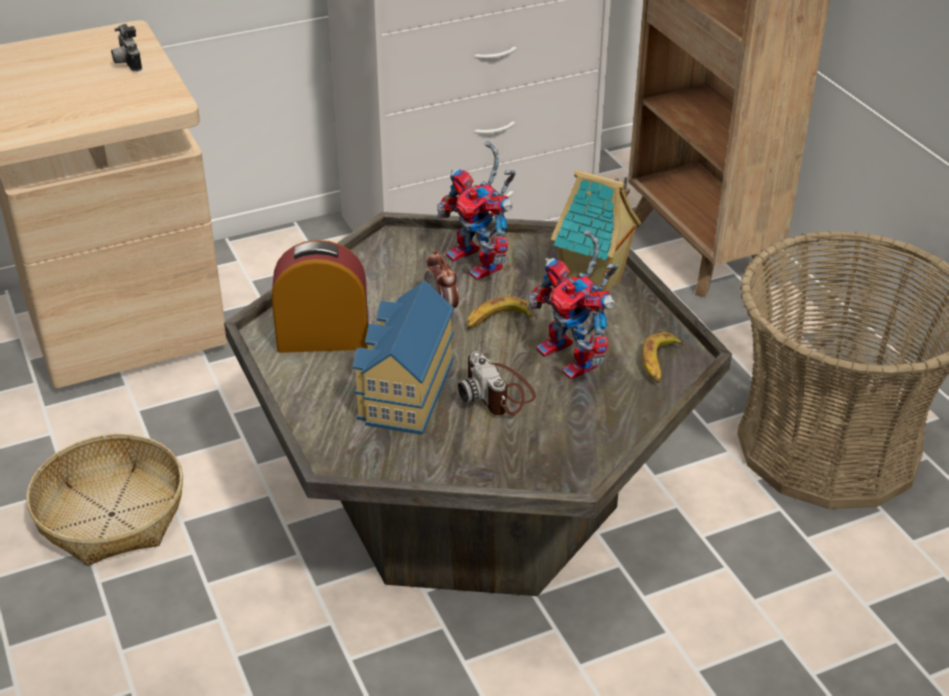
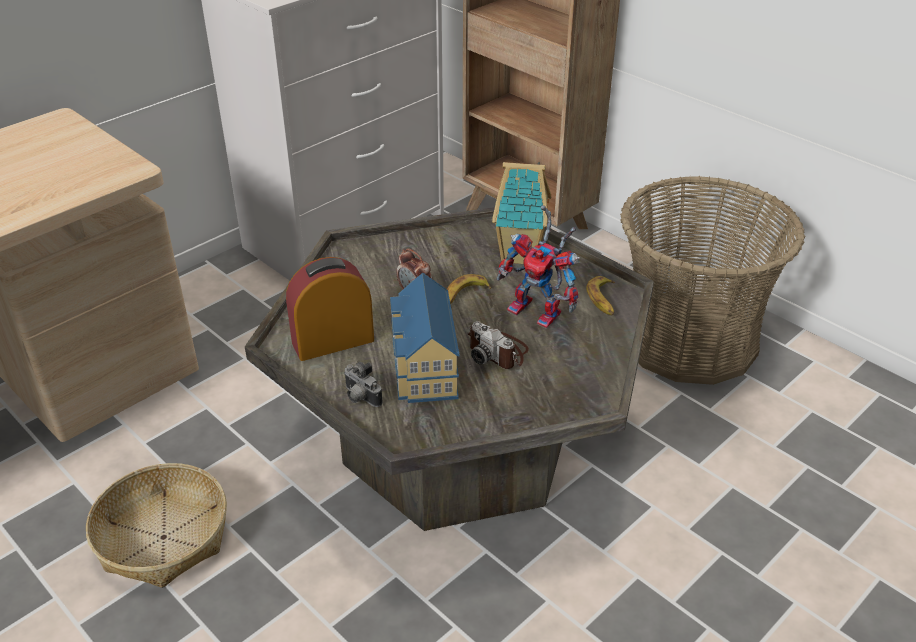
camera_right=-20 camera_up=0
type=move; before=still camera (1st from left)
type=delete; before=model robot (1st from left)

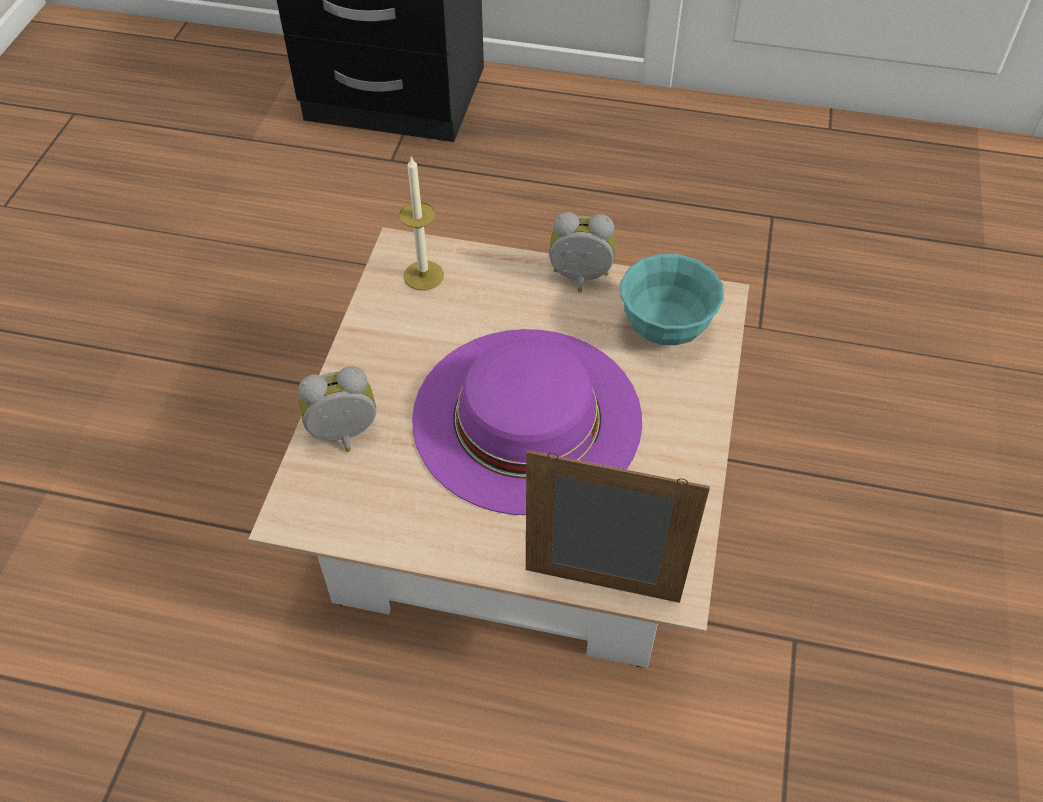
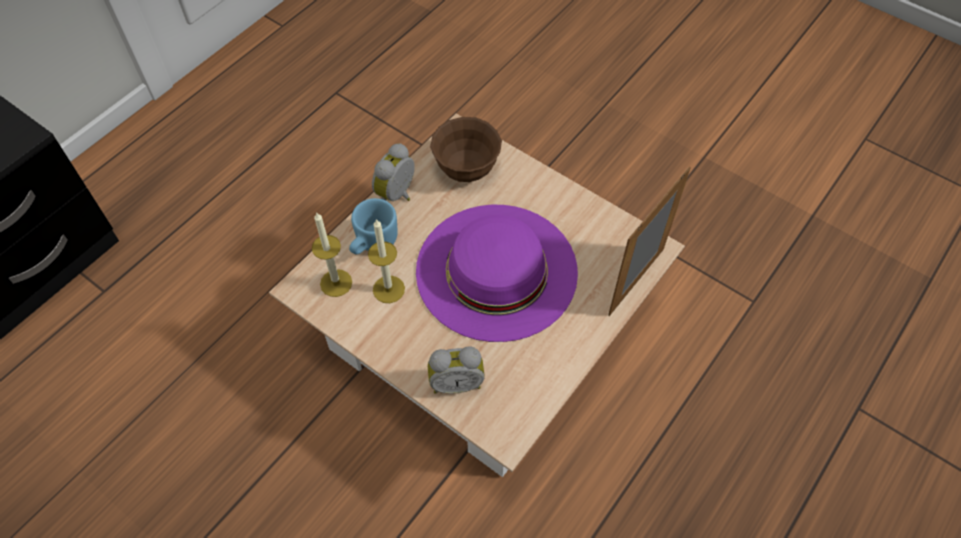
camera_right=-65 camera_up=5
type=rotate; before=alarm clock (1st from left in the first image); turn=-105
type=recolor; before=deep dish in turquoise-coloured; after=deep dish in brown-coloured
type=insert; after=mug in bluish
type=insert; after=wax light (2nd from left)

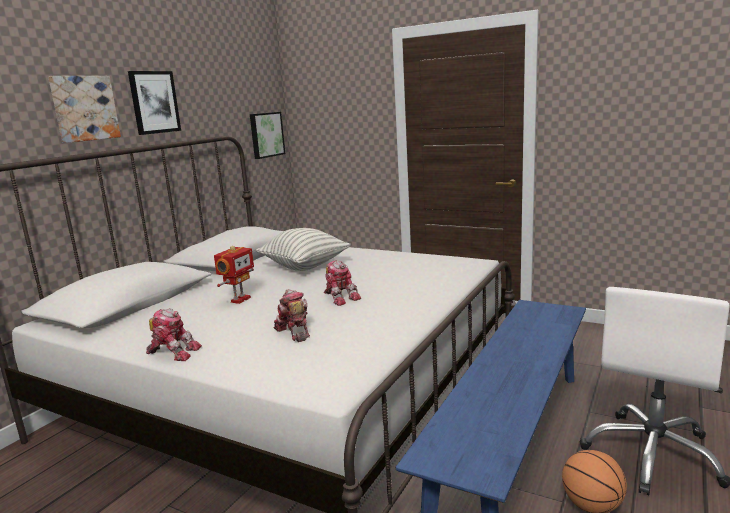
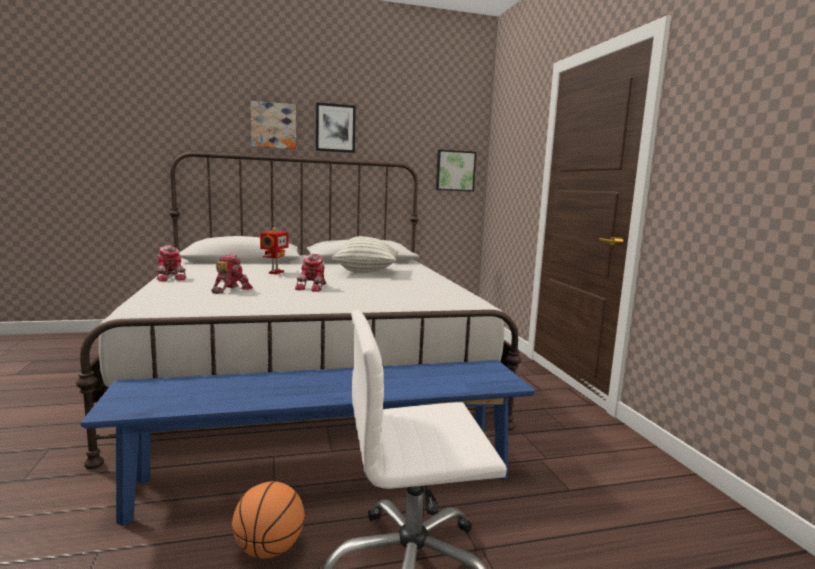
camera_right=45 camera_up=-5
type=rotate; before=model robot (2nd from left in the first image); turn=-60

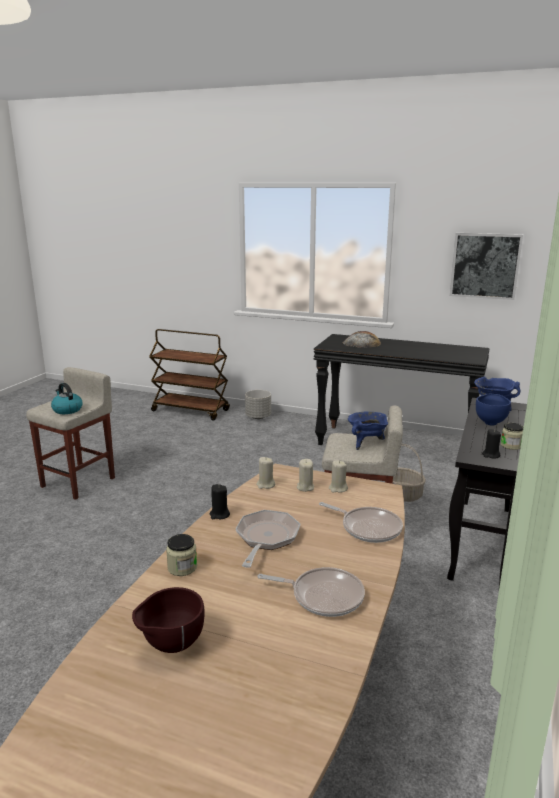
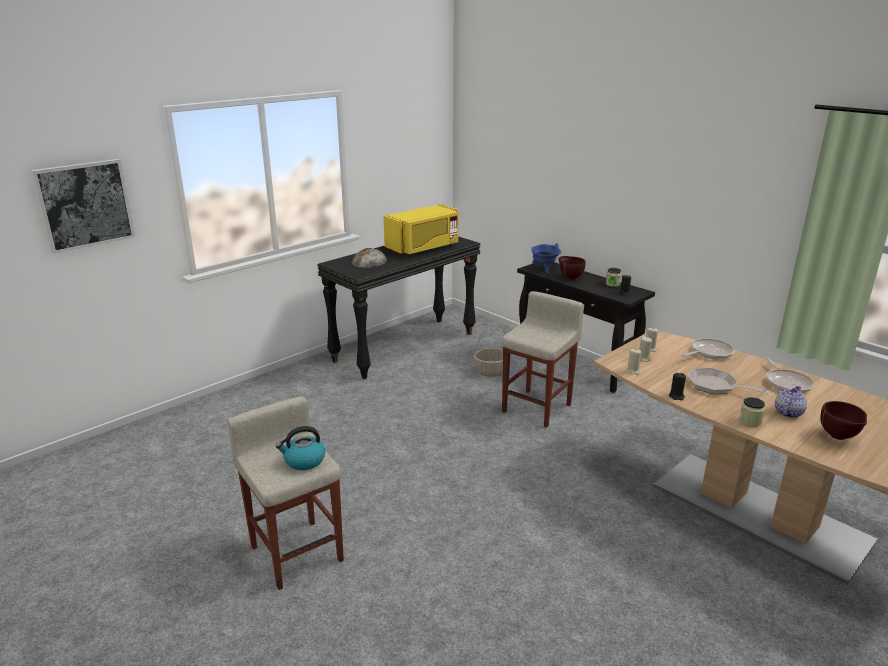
camera_right=-65 camera_up=5
type=delete; before=wheeled cart in brown-coloured
type=delete; before=planter in greyish
type=rotate; before=frying pan (2nd from left in the first image); turn=135
type=delete; before=stockpot in bluish (1st from left)
type=move; before=picture
type=recolor; before=deep dish in bluish; after=deep dish in brown-coloured (1st from left)
type=insert; after=kitchen microwave in yellowish
type=insert; after=pot for tea

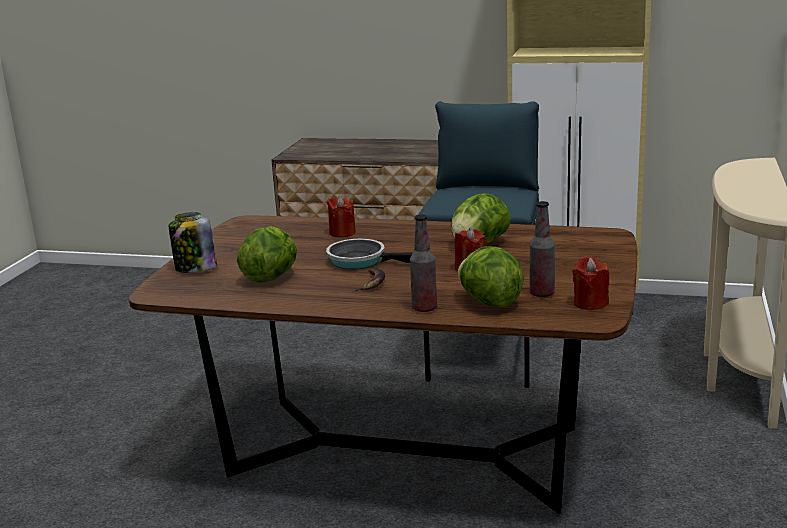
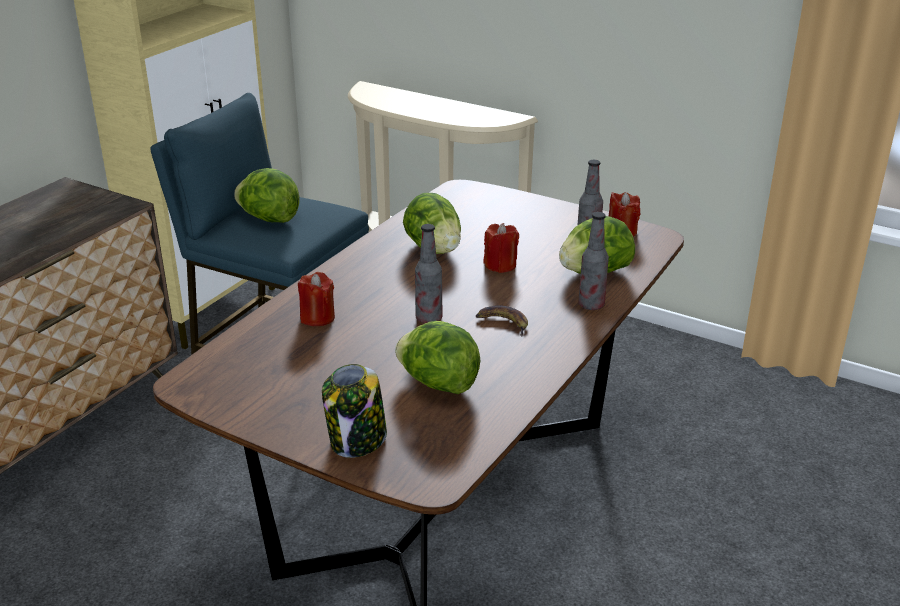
camera_right=-75 camera_up=10
type=replace; before=frying pan; after=drink bottle (1st from left)
type=insert; after=head of lettuce (1st from left)

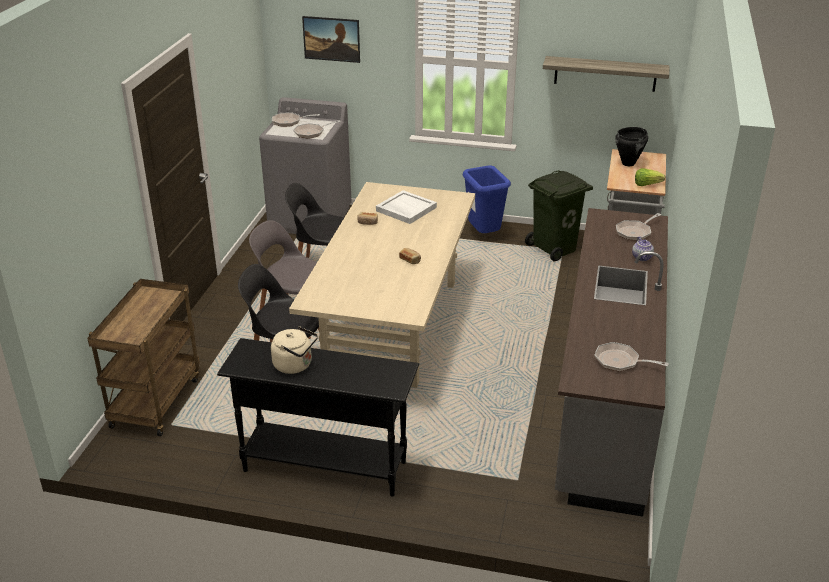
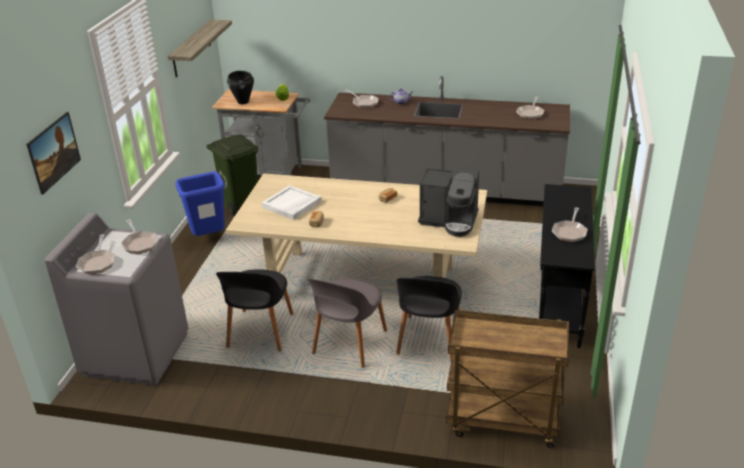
camera_right=-90 camera_up=0
type=replace; before=kettle in beige-coloured; after=frying pan (5th from left)
type=insert; after=coffee maker

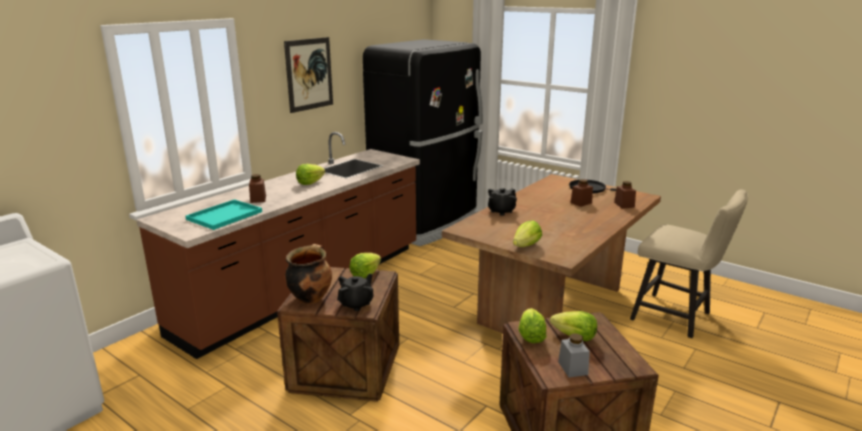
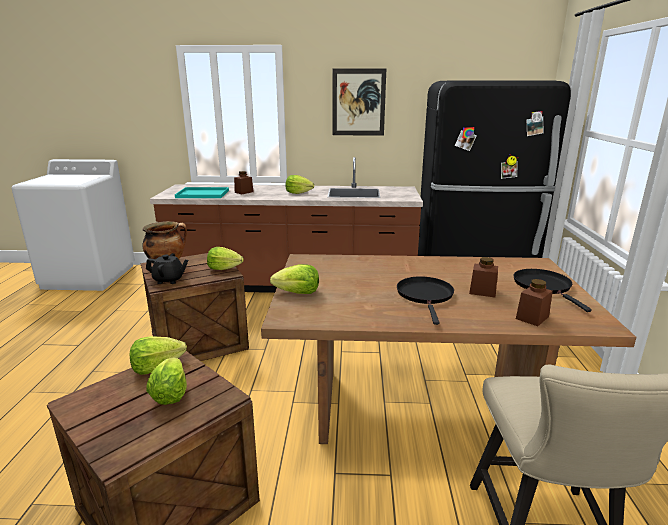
camera_right=55 camera_up=0
type=delete; before=pot for tea in blackish (2nd from left)
type=delete; before=storage jar in greyish
type=insert; after=frying pan in blackish (1st from left)

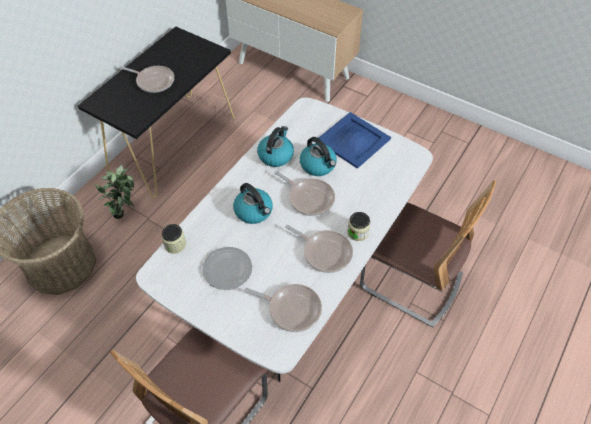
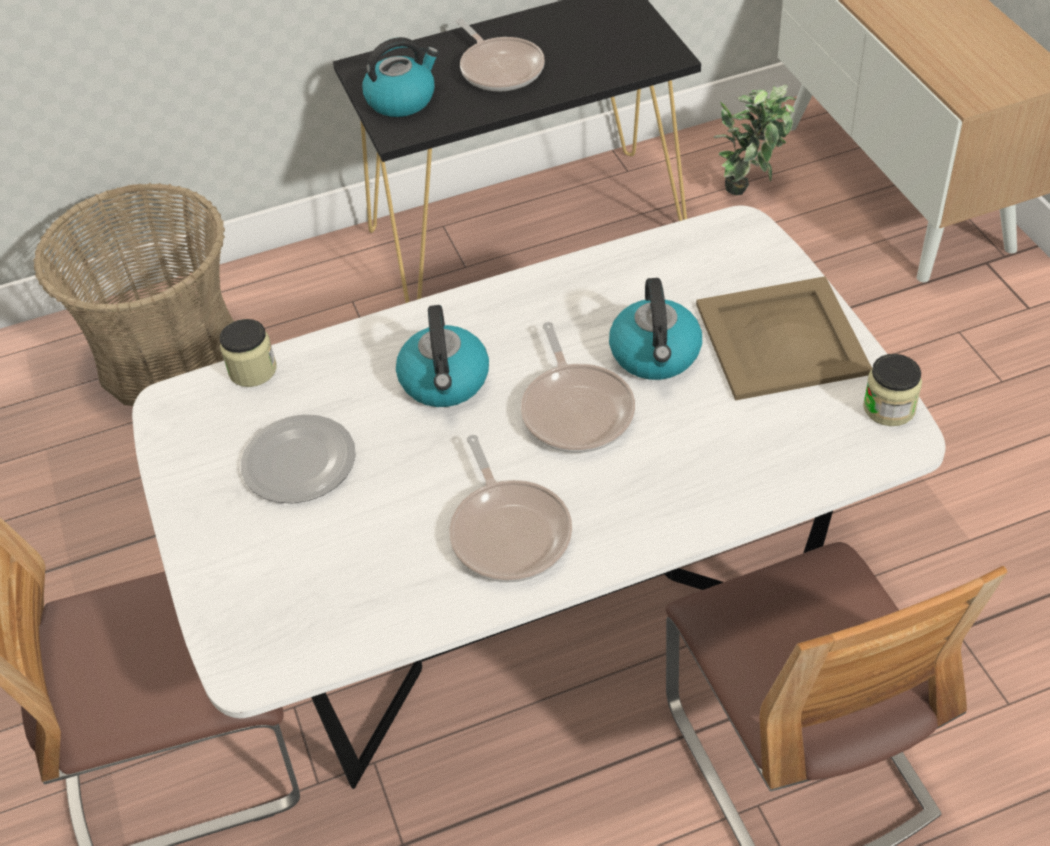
camera_right=40 camera_up=-5
type=move; before=plant in a pot
type=delete; before=frying pan (2nd from left)
type=move; before=kettle (2nd from left in the first image); after=kettle (1st from left)
type=recolor; before=serving tray in bluish; after=serving tray in beige-coloured
type=move; before=storage jar (2nd from left)

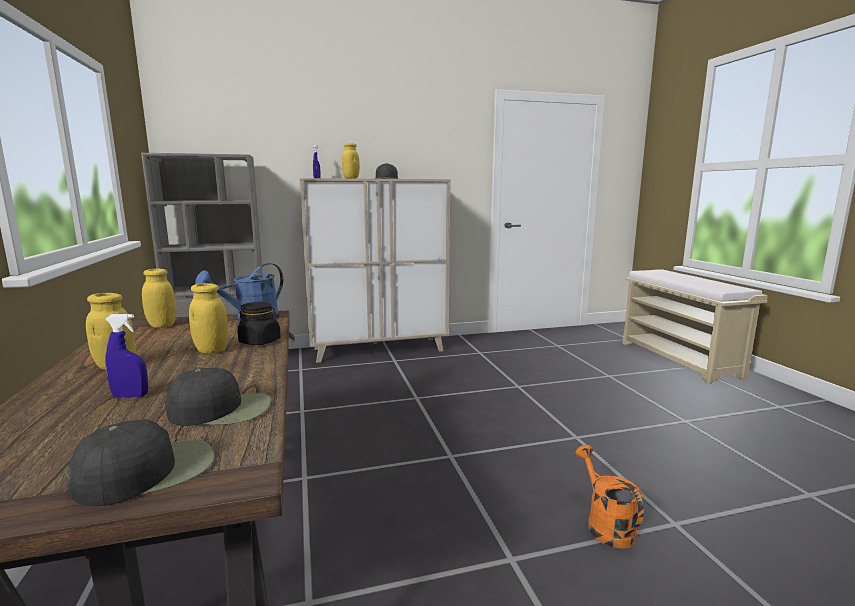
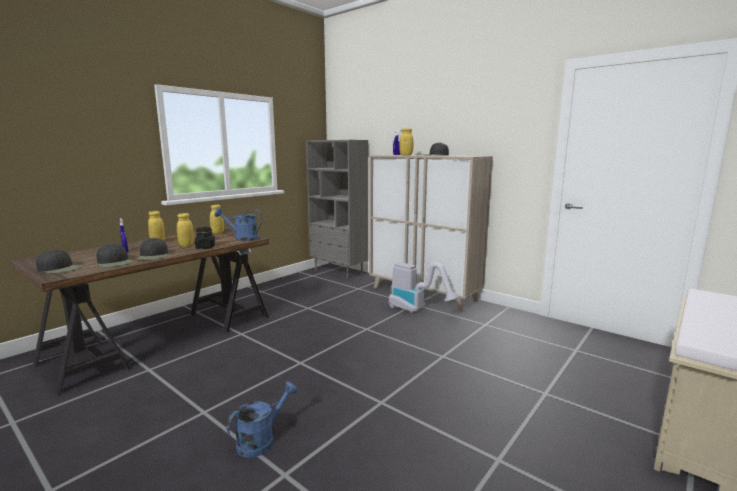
camera_right=55 camera_up=0
type=recolor; before=watering can in orange; after=watering can in bluish (2nd from left)
type=insert; after=cap in blackish (3rd from left)
type=insert; after=hoover

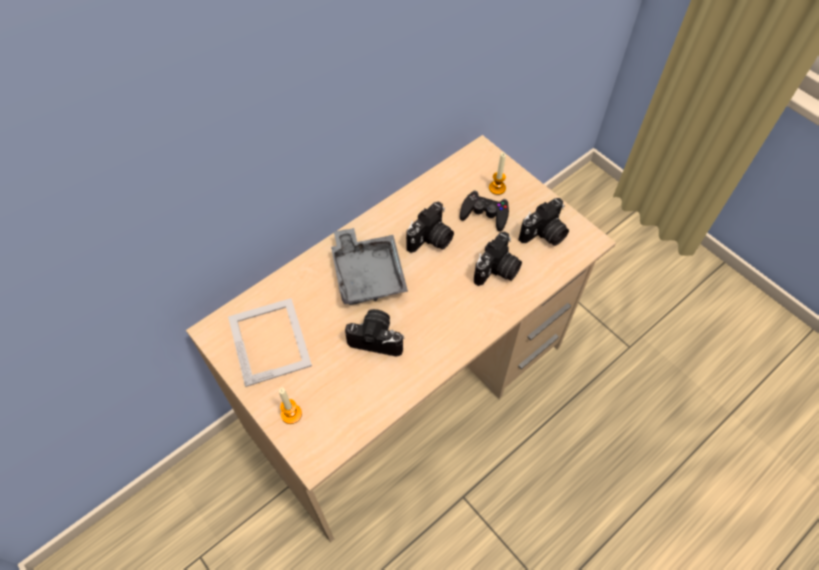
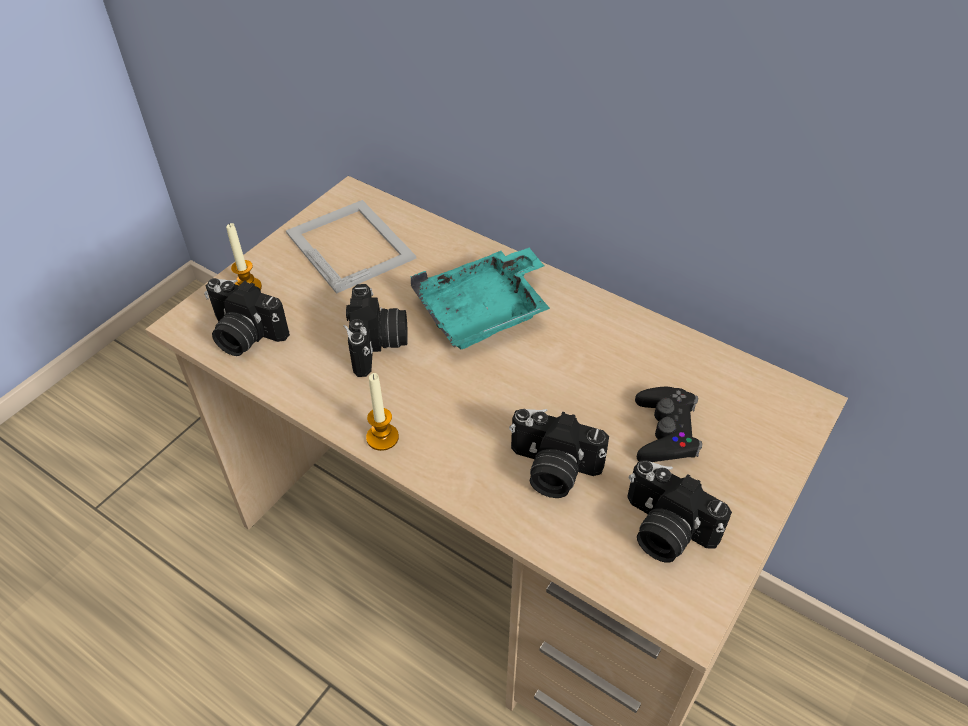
camera_right=75 camera_up=-10
type=rotate; before=photo frame; turn=-90
type=recolor; before=serving tray in greyish; after=serving tray in turquoise-coloured
type=move; before=still camera (2nd from left in the first image); after=still camera (1st from left)
type=move; before=wax light (2nd from left)

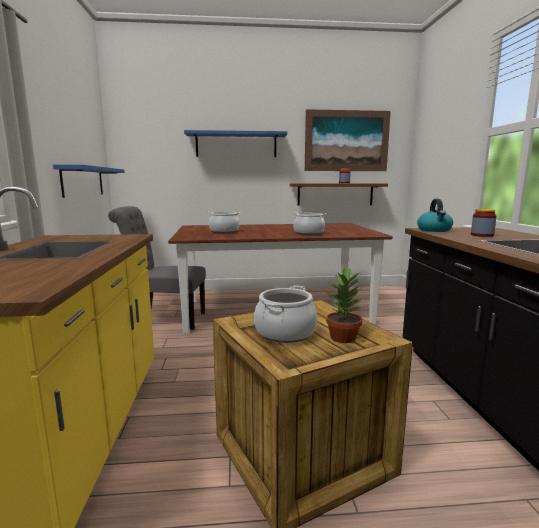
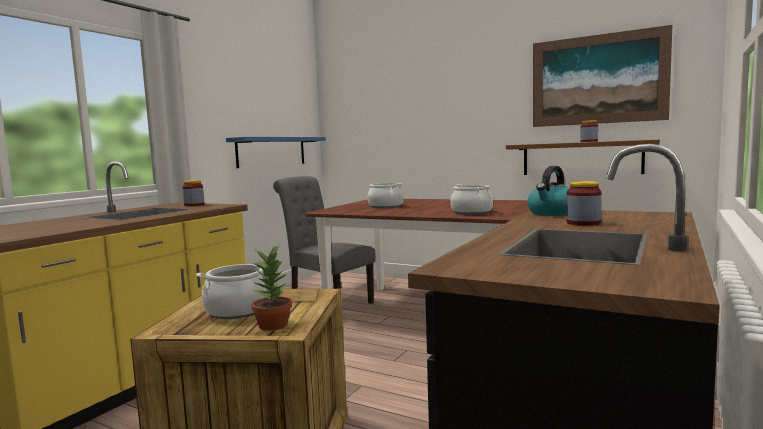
camera_right=35 camera_up=-5
type=delete; before=shelf in bluish (2nd from left)
type=insert; after=storage jar (1st from left)

